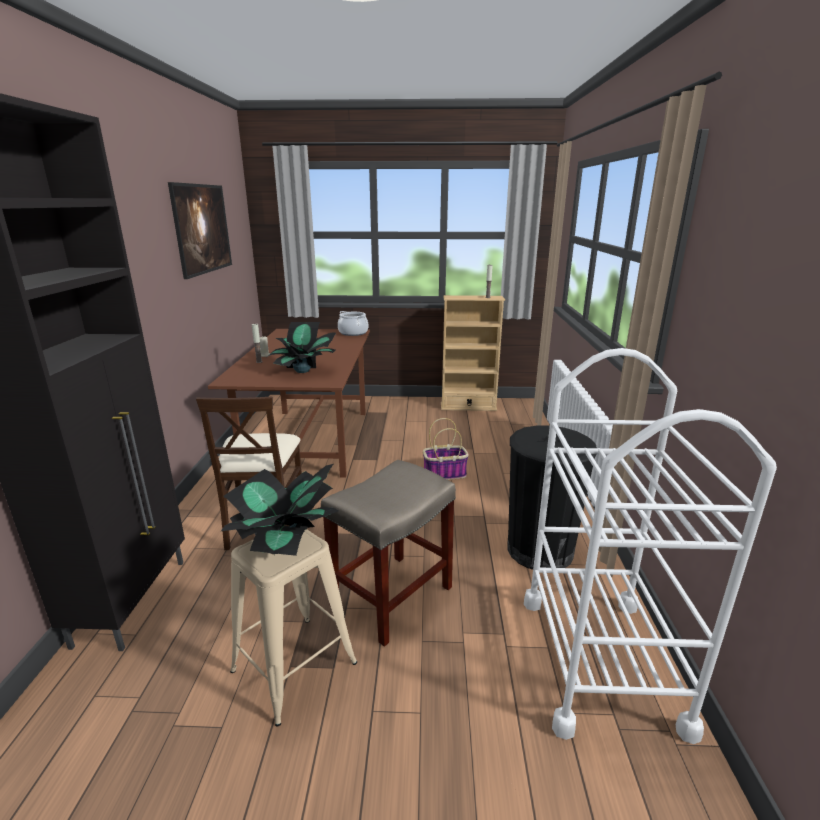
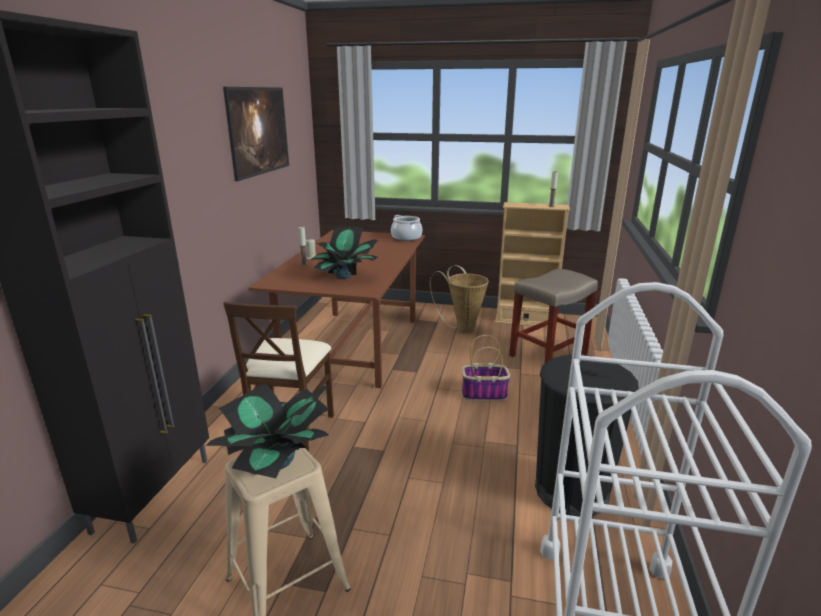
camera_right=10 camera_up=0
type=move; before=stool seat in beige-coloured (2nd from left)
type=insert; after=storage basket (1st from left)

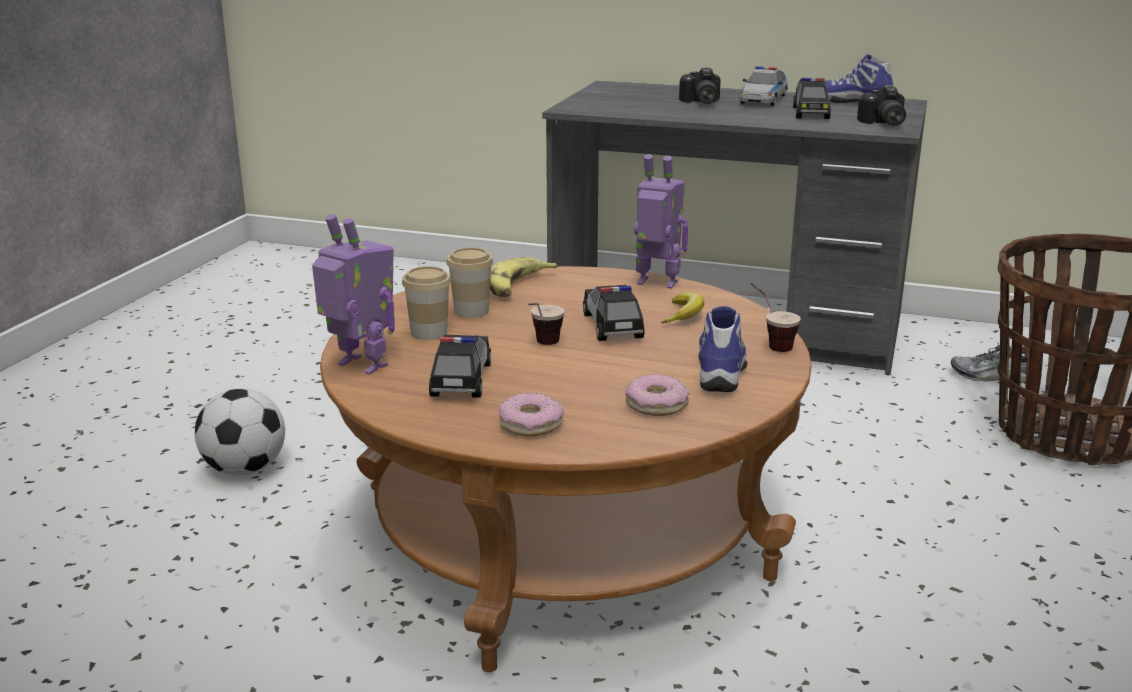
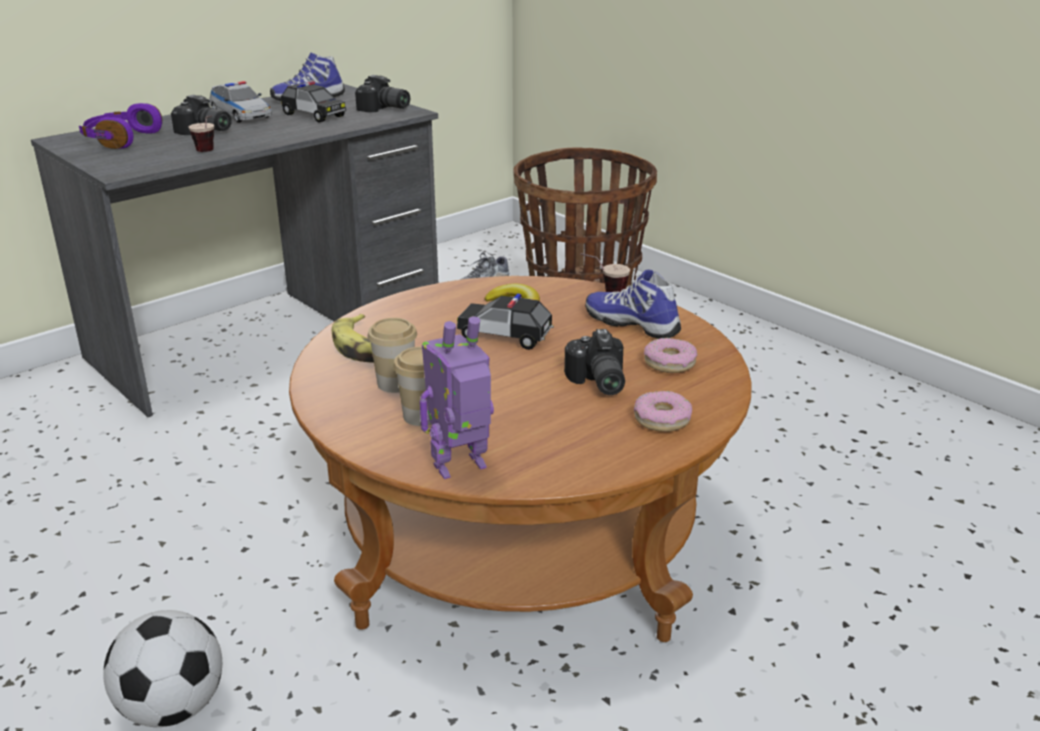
camera_right=-60 camera_up=5
type=delete; before=miniature car (1st from left)
type=move; before=small cup (3rd from left in the first image); after=small cup (1st from left)
type=delete; before=model robot (2nd from left)
type=insert; after=headphones in purple-coloured
type=insert; after=still camera (3rd from left)

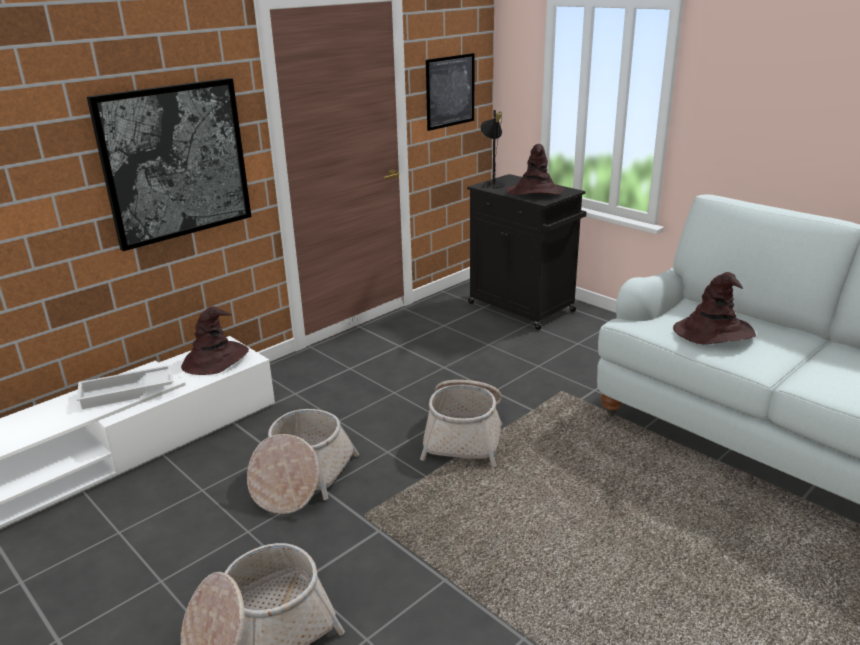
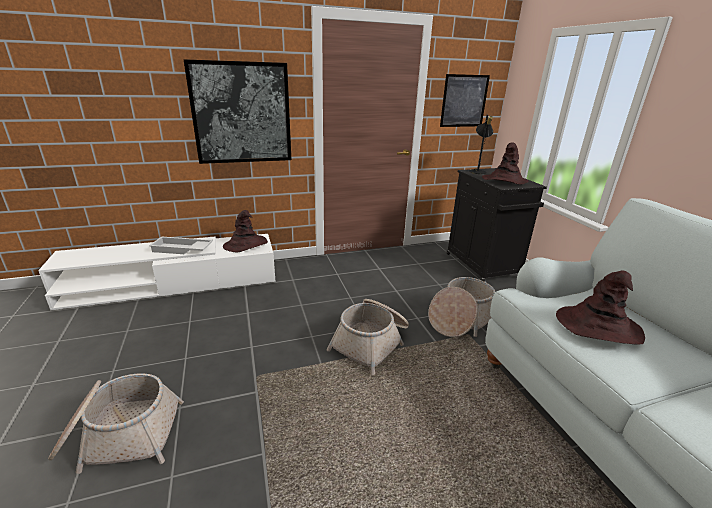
camera_right=25 camera_up=0
type=move; before=storage basket (2nd from left in the first image); after=storage basket (3rd from left)

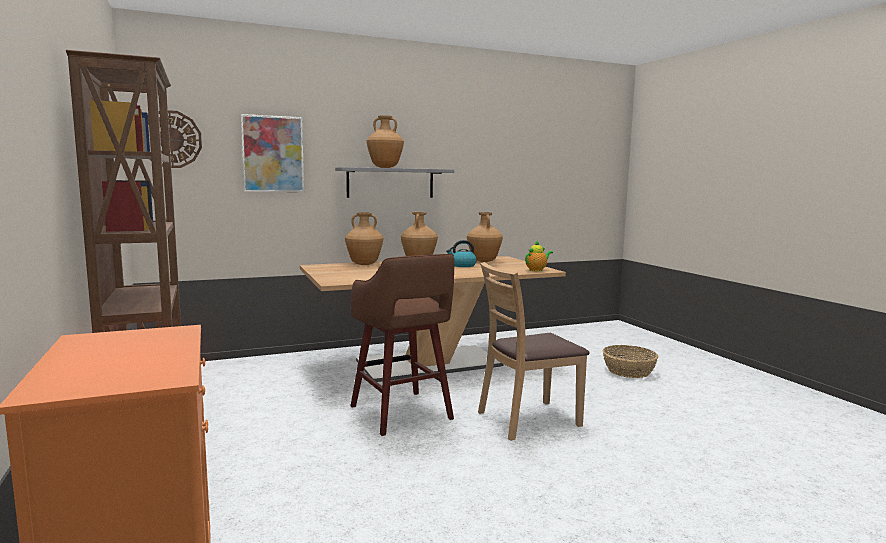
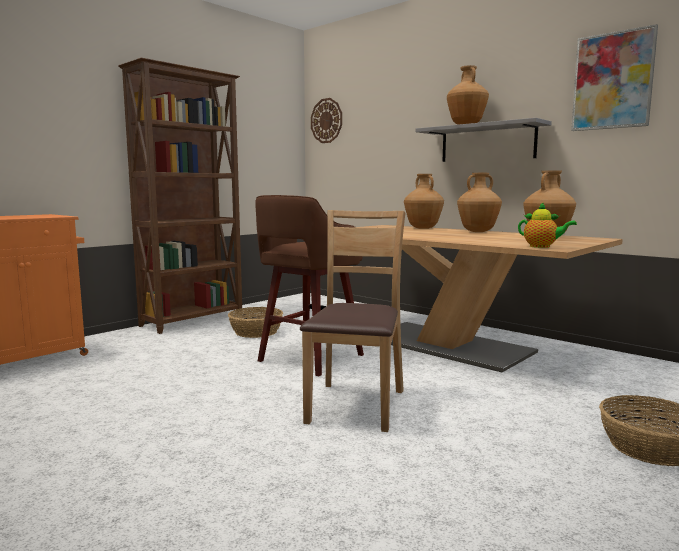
camera_right=65 camera_up=0
type=move; before=picture
type=delete; before=kettle
type=rotate; before=upright chair in brown-coloured; turn=60
type=insert; after=storage basket (1st from left)

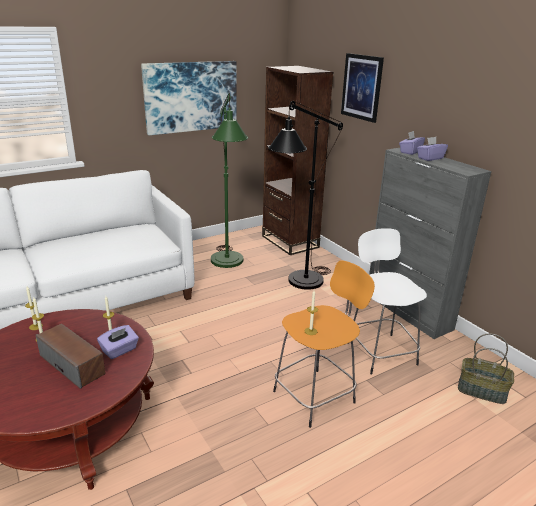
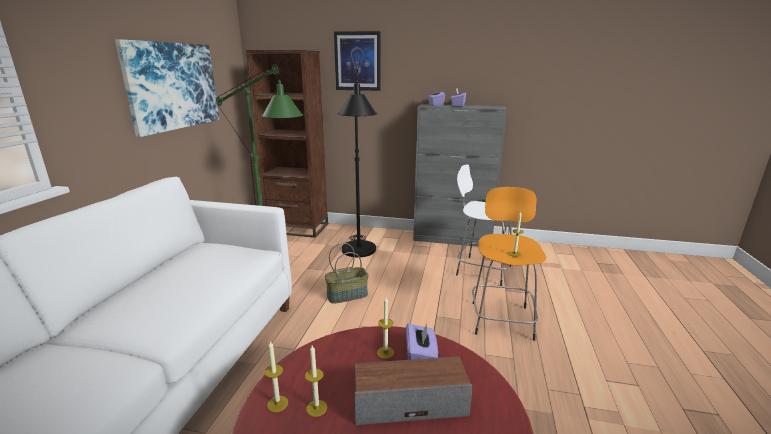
camera_right=-45 camera_up=-5
type=move; before=storage basket

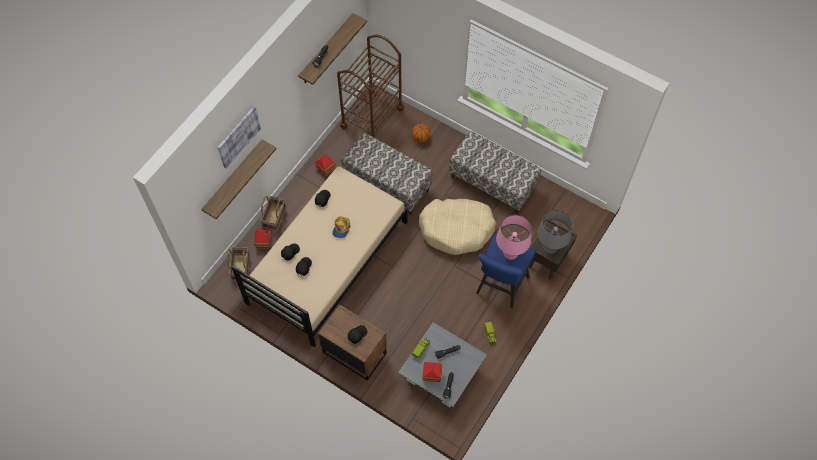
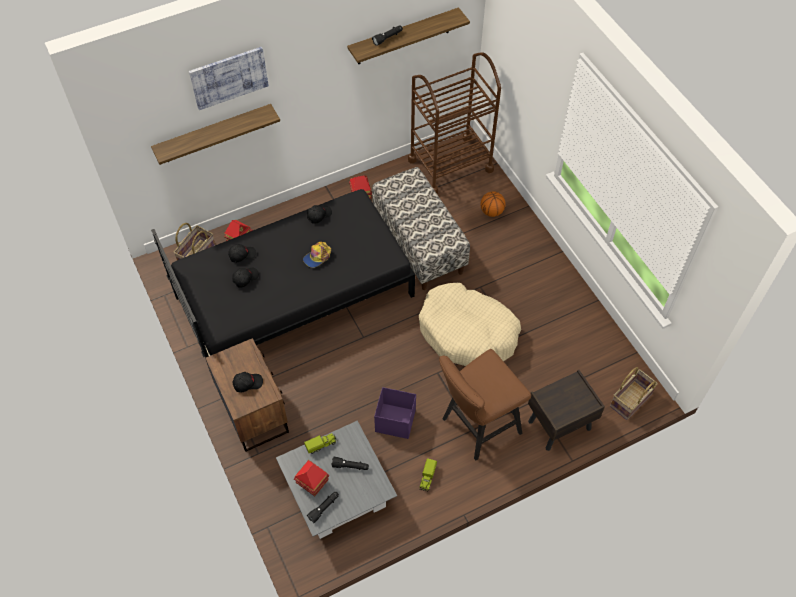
camera_right=30 camera_up=-5
type=recolor; before=sleeping bed in beige-coloured; after=sleeping bed in blackish
type=move; before=storage basket (2nd from left)
type=delete; before=long seat (2nd from left)
type=recolor; before=stool seat in bluish; after=stool seat in brown-coloured
type=delete; before=tabletop lamp in pink-coloured
type=delete; before=tabletop lamp in greyish
type=insert; after=storage bin in purple-coloured

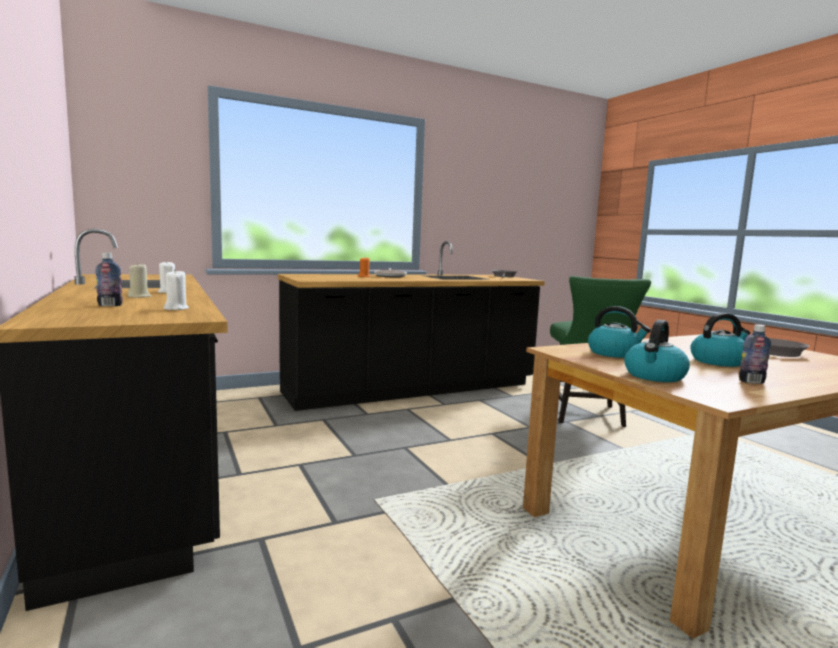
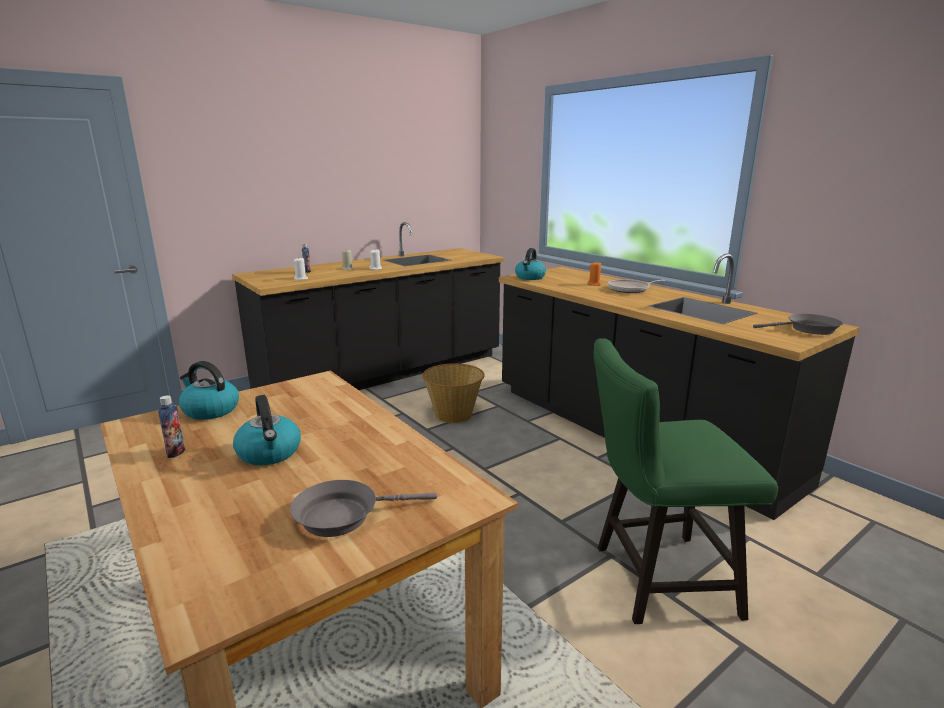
camera_right=80 camera_up=10
type=move; before=kettle (1st from left in the first image); after=kettle (3rd from left)
type=insert; after=storage basket

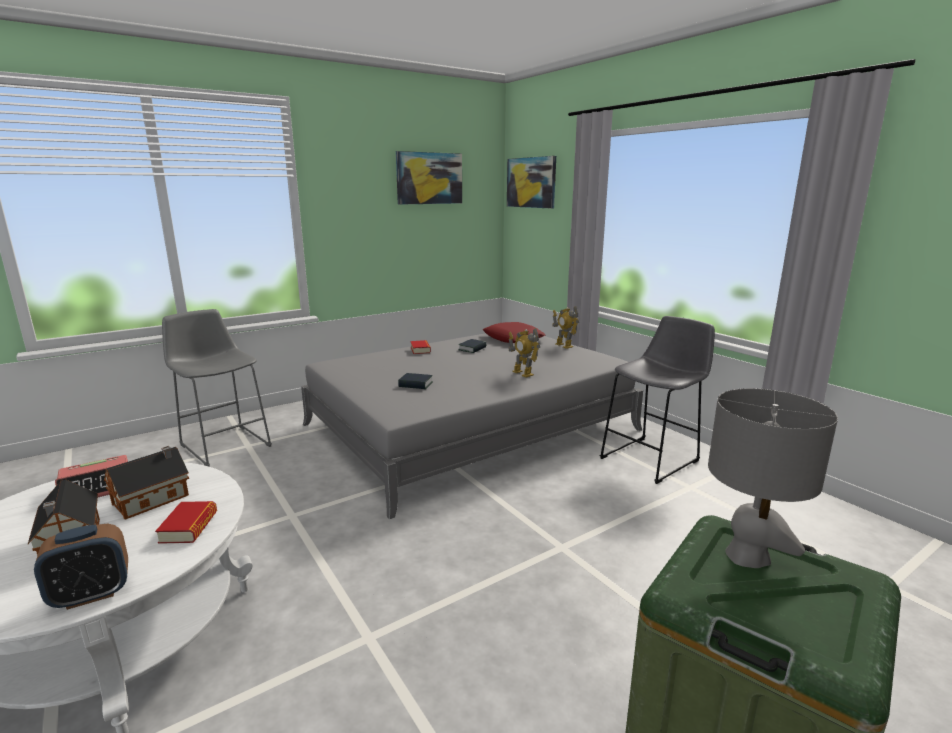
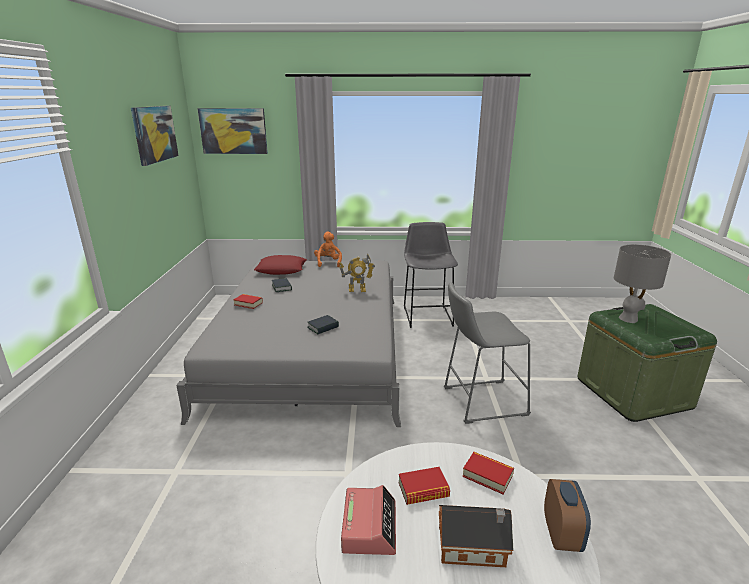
camera_right=-55 camera_up=5
type=replace; before=miniature house (2nd from left); after=volume (4th from left)
type=move; before=stool seat in greyish (1st from left in the first image); after=stool seat in greyish (2nd from left)
type=replace; before=model robot (2nd from left); after=plush toy in orange

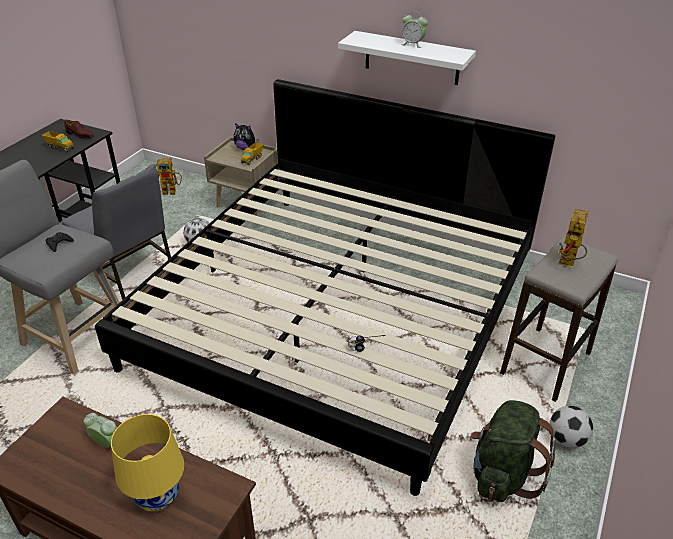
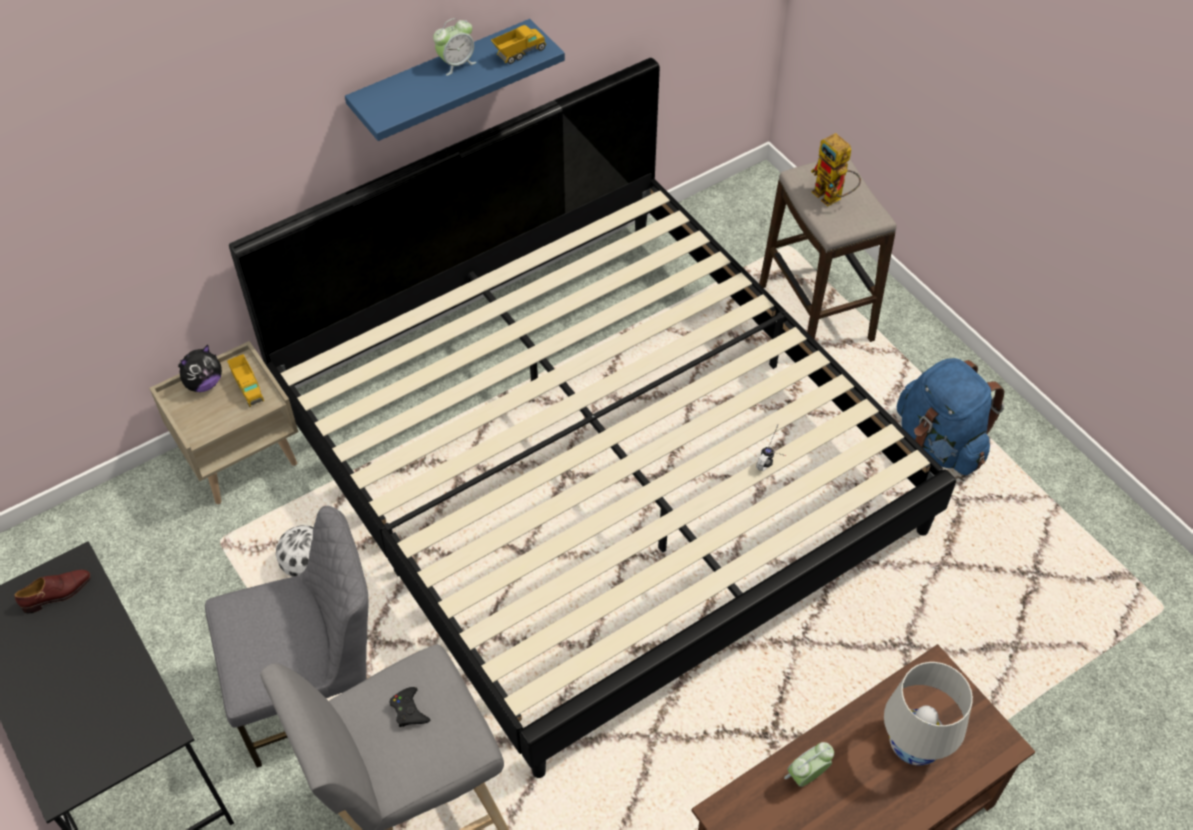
camera_right=-60 camera_up=15
type=move; before=model truck (1st from left in the first image); after=model truck (2nd from left)
type=recolor; before=tabletop lamp in yellowish; after=tabletop lamp in white
type=delete; before=model robot (1st from left)
type=recolor; before=shelf in white; after=shelf in bluish
type=recolor; before=rucksack in green; after=rucksack in bluish
type=delete; before=football ball (2nd from left)

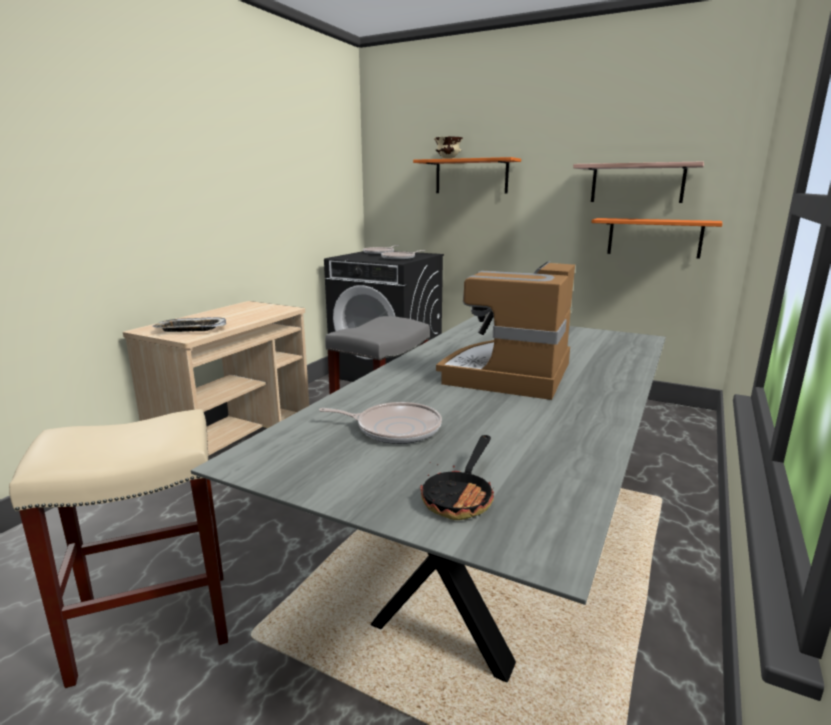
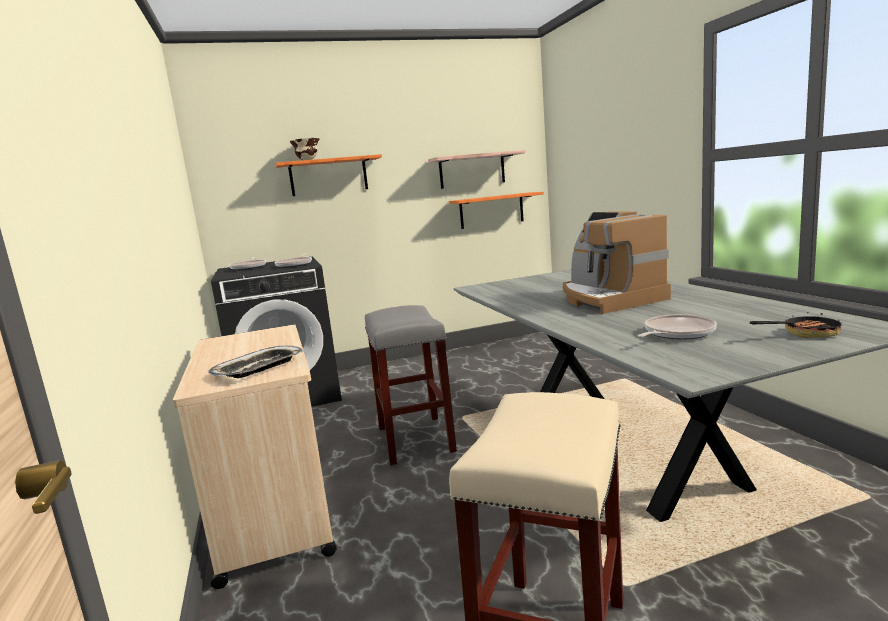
camera_right=-45 camera_up=-5
type=rotate; before=frying pan (4th from left); turn=-75

